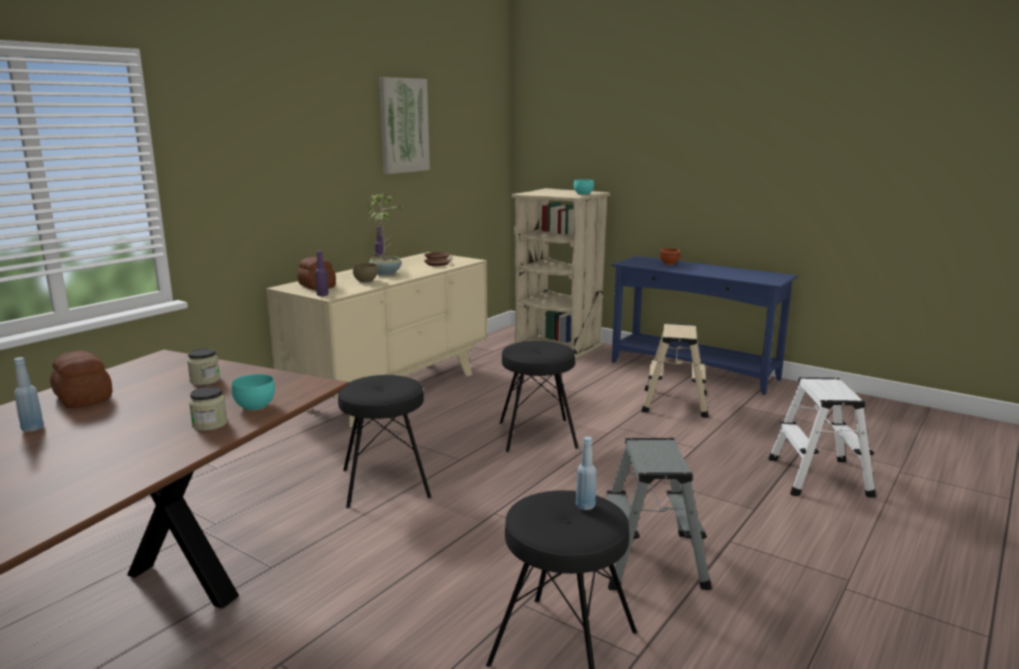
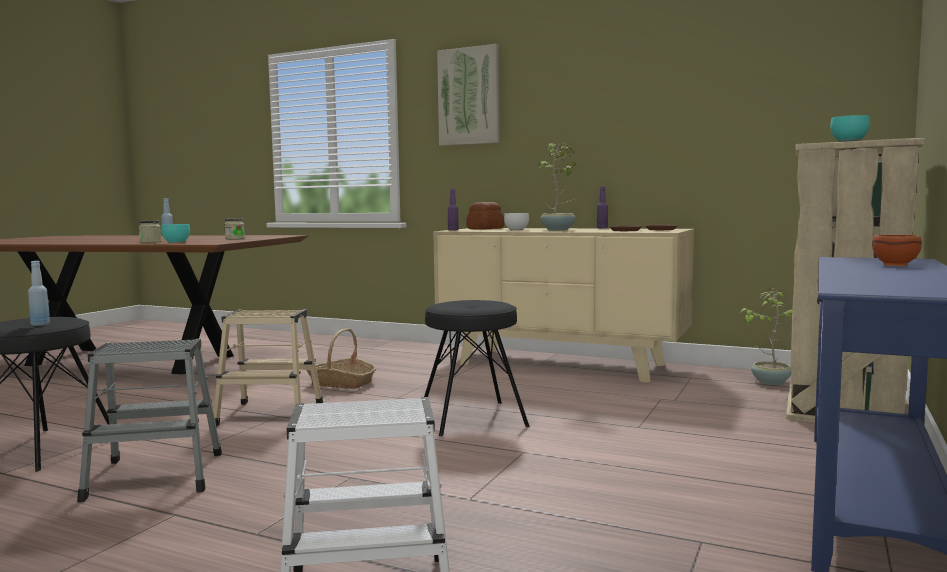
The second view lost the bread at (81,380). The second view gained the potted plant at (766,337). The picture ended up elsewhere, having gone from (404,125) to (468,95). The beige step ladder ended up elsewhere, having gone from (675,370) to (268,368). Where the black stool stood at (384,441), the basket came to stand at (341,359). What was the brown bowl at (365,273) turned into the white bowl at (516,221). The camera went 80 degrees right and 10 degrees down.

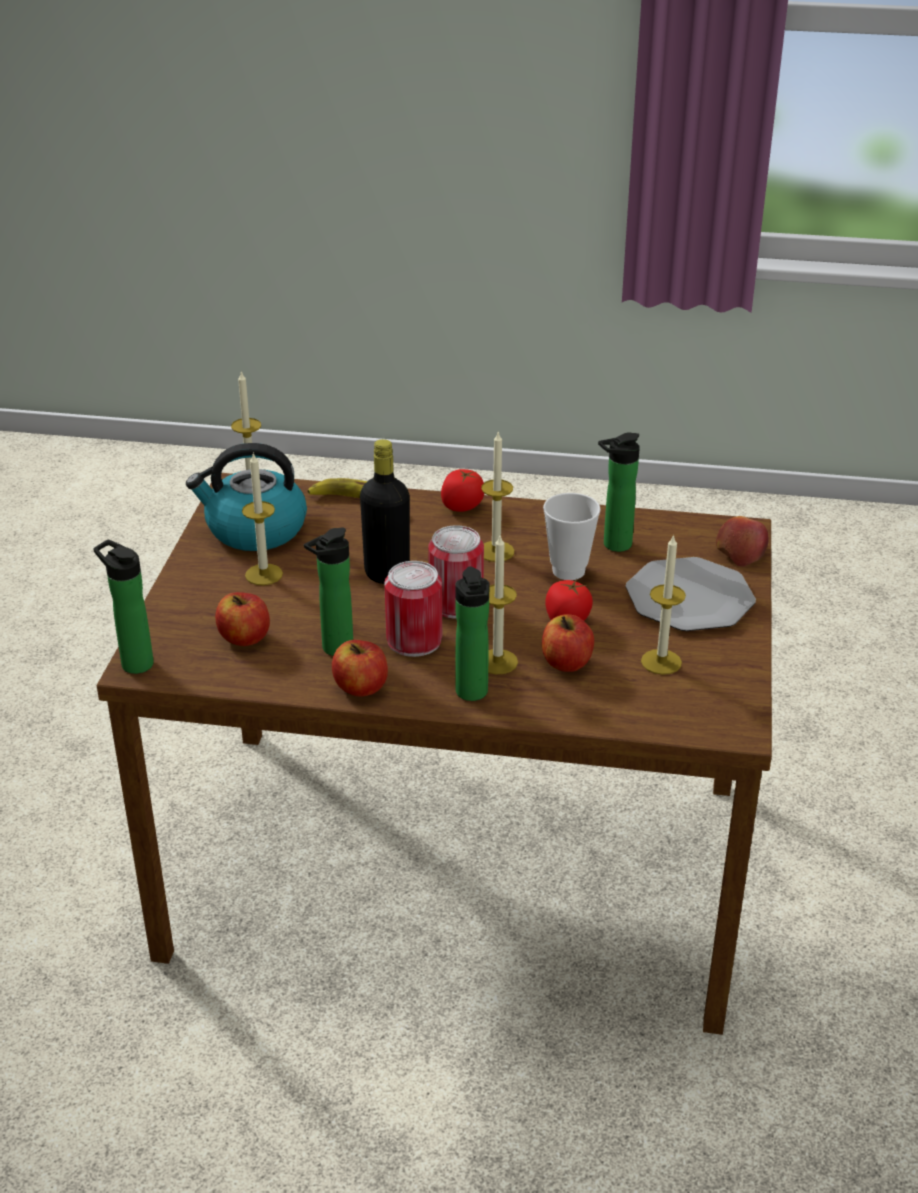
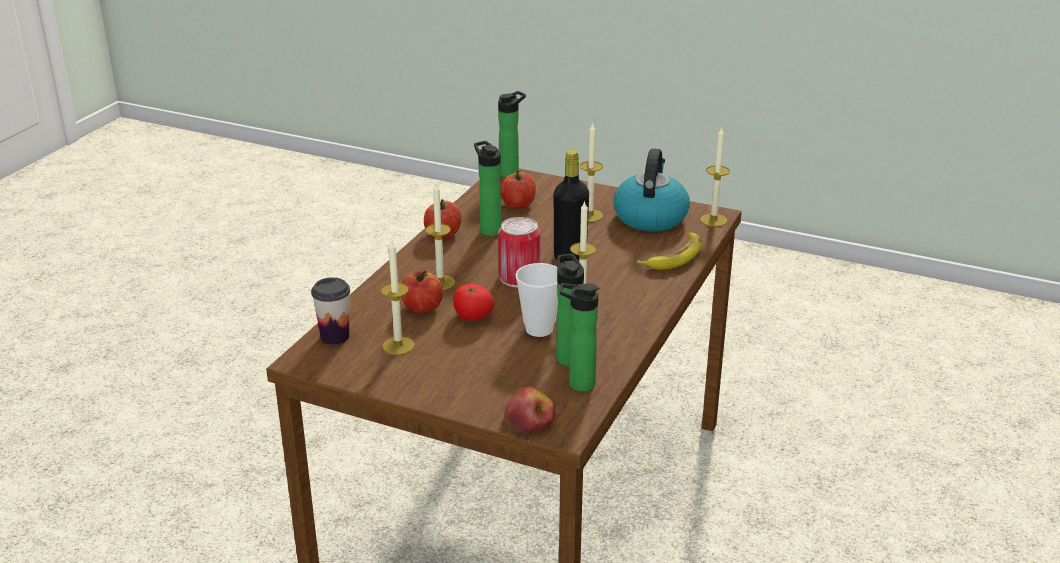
The second view lost the can at (413,609). The second view lost the tomato at (462,490). The second view lost the plate at (691,594). The second view gained the cup at (330,311). The bottle ended up elsewhere, having gone from (472,633) to (579,337). The camera went 105 degrees right and 5 degrees down.

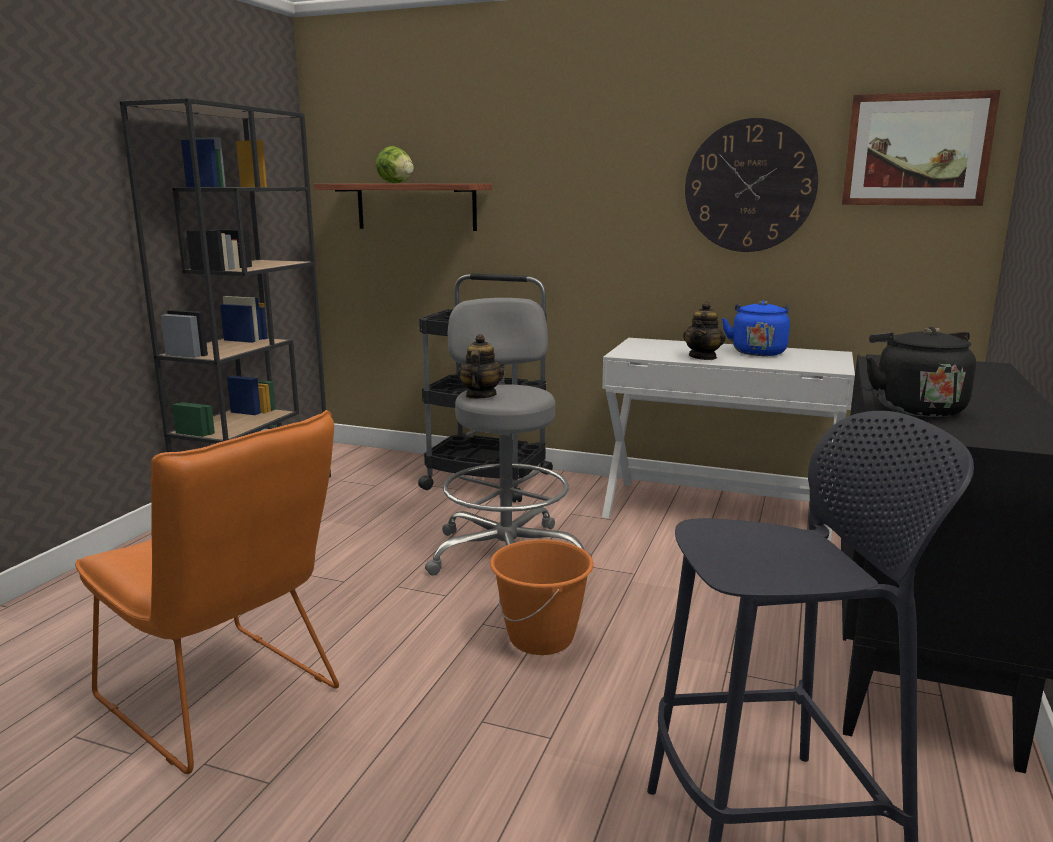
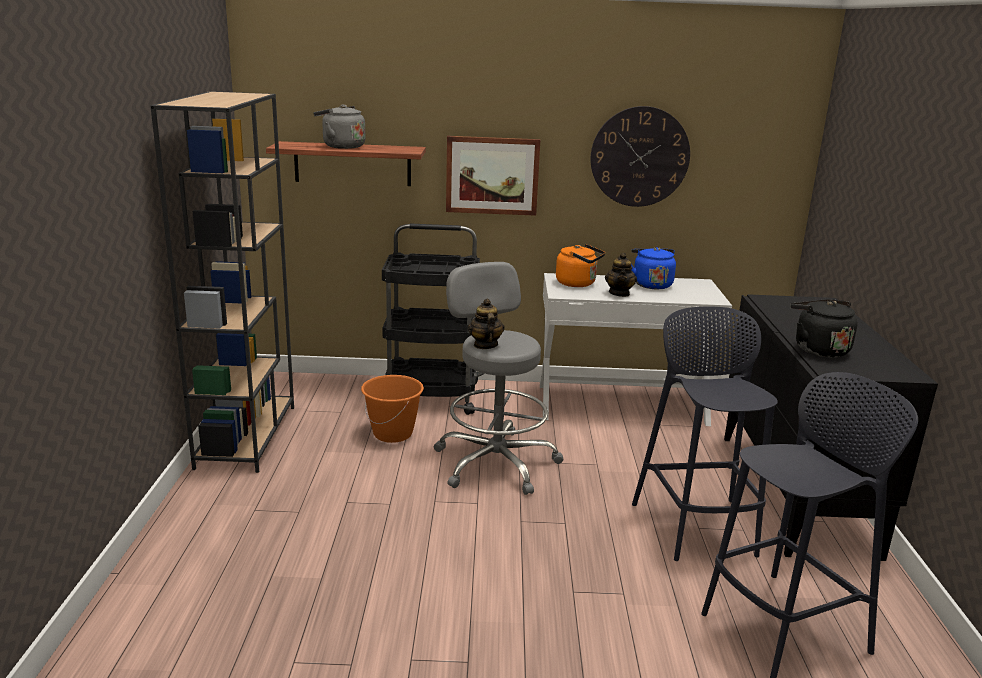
The second view lost the orange chair at (207,592). The second view gained the orange kettle at (580,265). The second view gained the grey stool at (705,434). The orange bucket ended up elsewhere, having gone from (542,597) to (392,409). The picture ended up elsewhere, having gone from (921,148) to (493,176). Where the lettuce stood at (395,164), the grey kettle came to stand at (339,127). The camera went 20 degrees left and 5 degrees up.

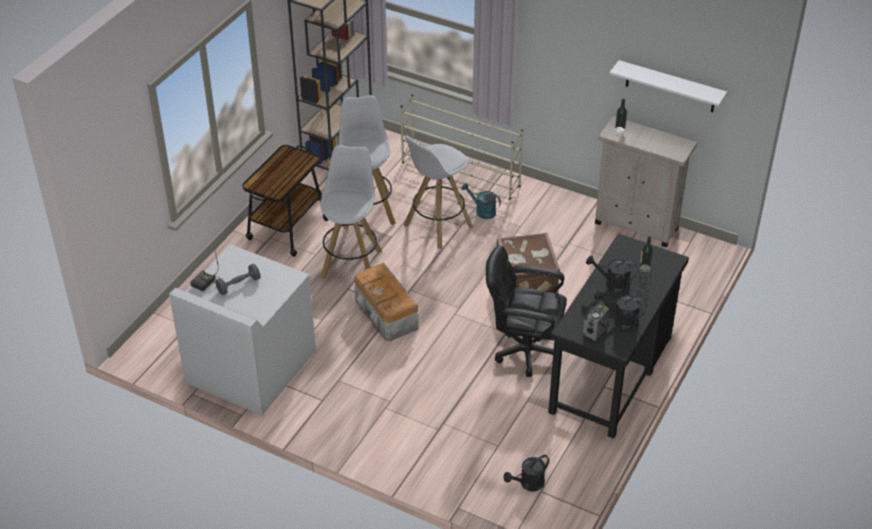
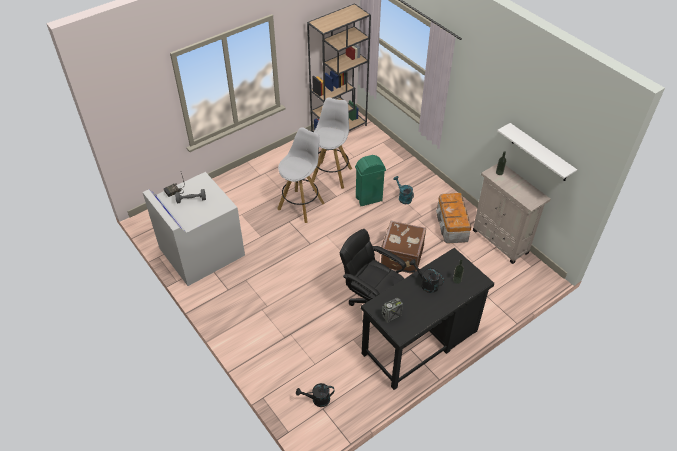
The second view lost the cart at (285,201). The second view lost the beige shoe rack at (462,146). The second view lost the black watering can at (620,310). The storage box ended up elsewhere, having gone from (386,302) to (453,218). Where the white stool stood at (438,192), the green trash can came to stand at (370,180). The camera went 25 degrees right and 5 degrees up.

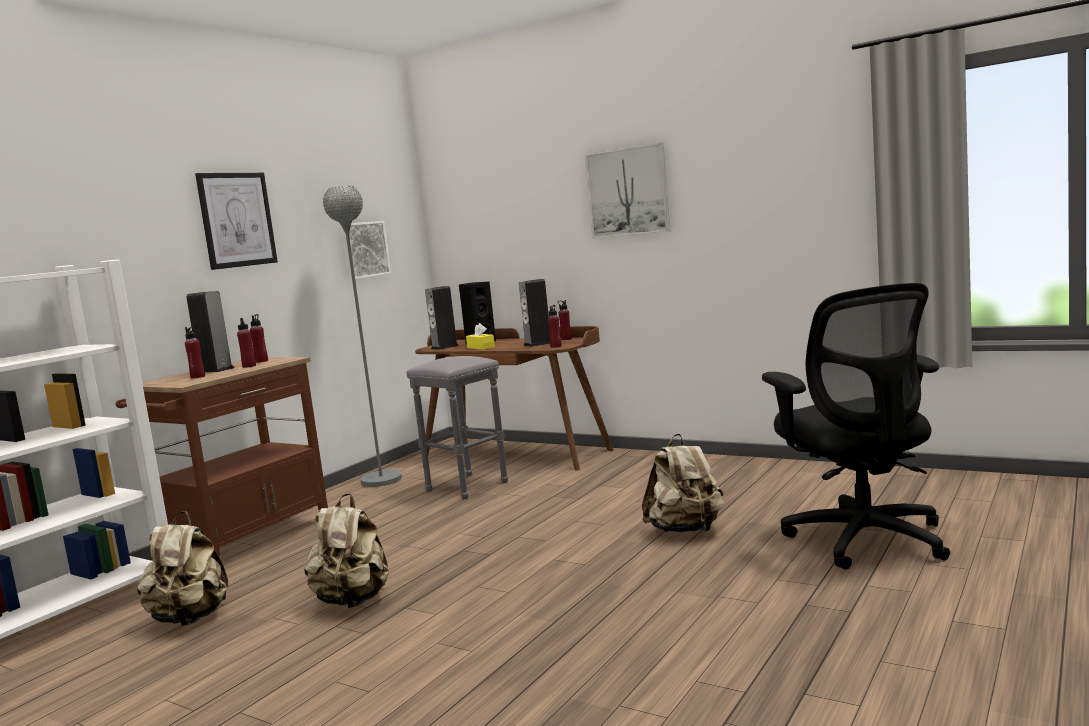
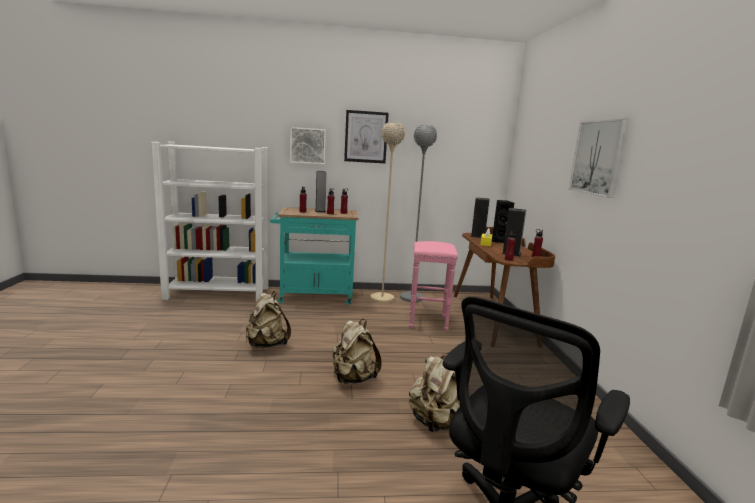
The second view gained the beige floor lamp at (387,213). The beige backpack ended up elsewhere, having gone from (182,568) to (357,351). The picture ended up elsewhere, having gone from (366,250) to (308,146). What was the brown cart at (222,456) turned into the turquoise cart at (314,256). What was the grey stool at (457,427) turned into the pink stool at (433,286). The camera went 50 degrees right and 5 degrees up.

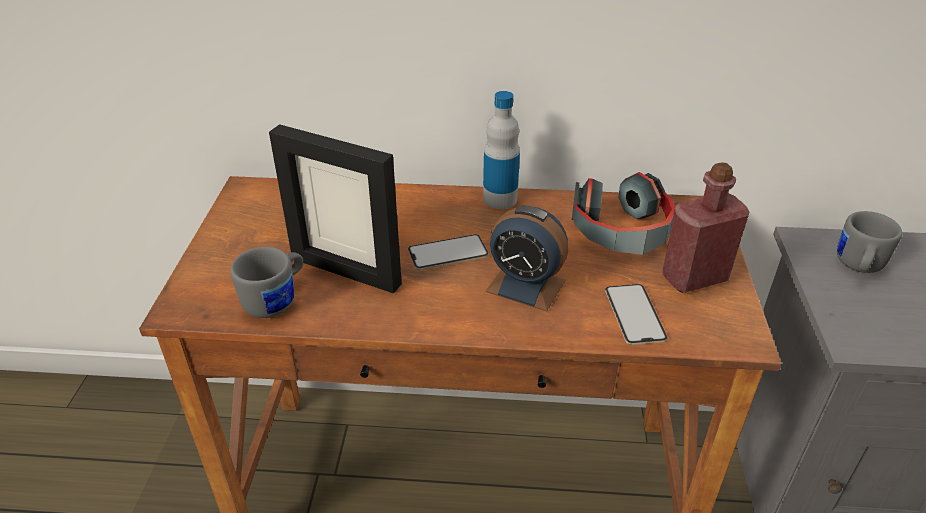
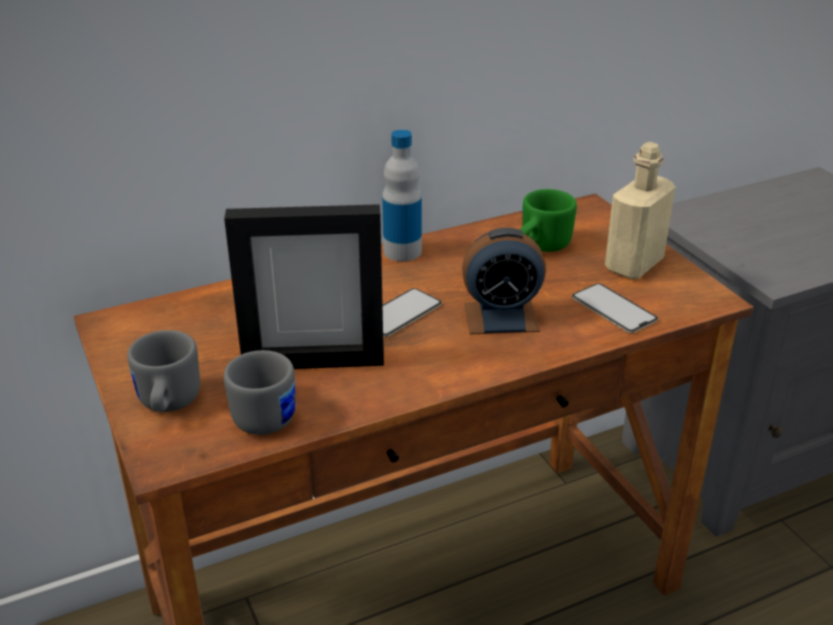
The grey mug ended up elsewhere, having gone from (869,242) to (163,371). Where the headphones stood at (623,213), the green mug came to stand at (549,220). What was the red bottle at (706,227) turned into the beige bottle at (640,210). The camera went 30 degrees left and 5 degrees down.

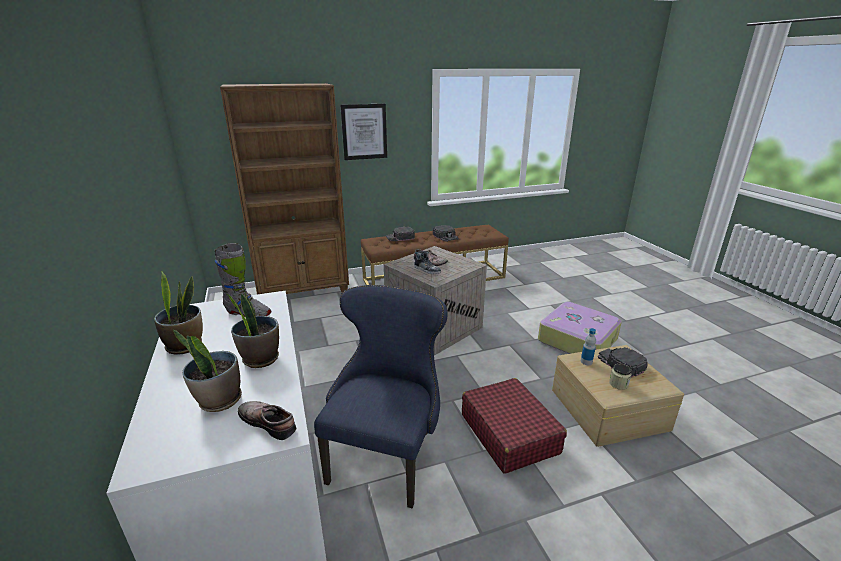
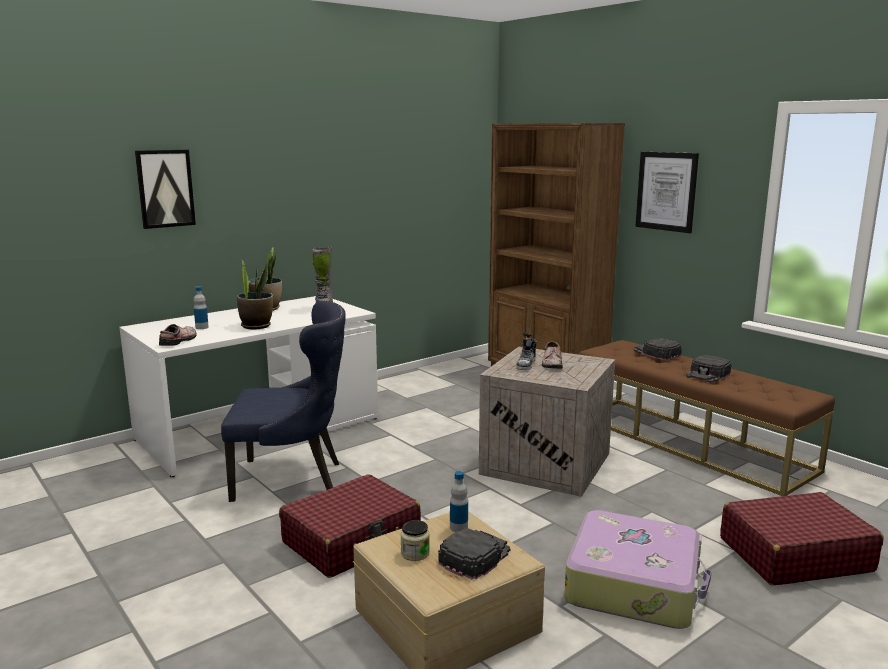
The second view gained the picture at (165,189). The second view gained the red suitcase at (802,538). Where the potted plant stood at (207,371), the bottle came to stand at (201,307). The camera went 70 degrees right and 10 degrees down.

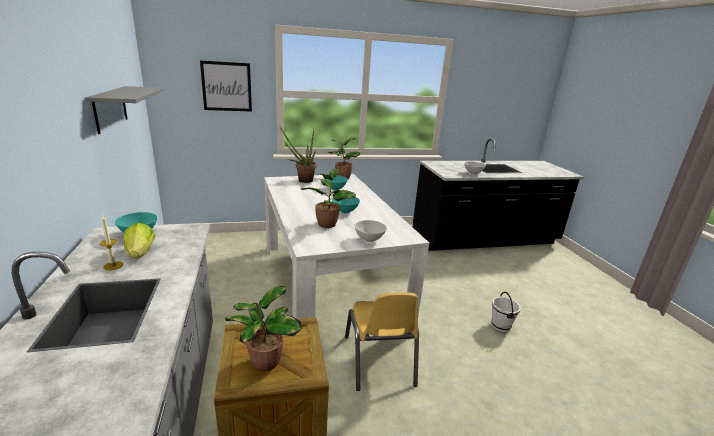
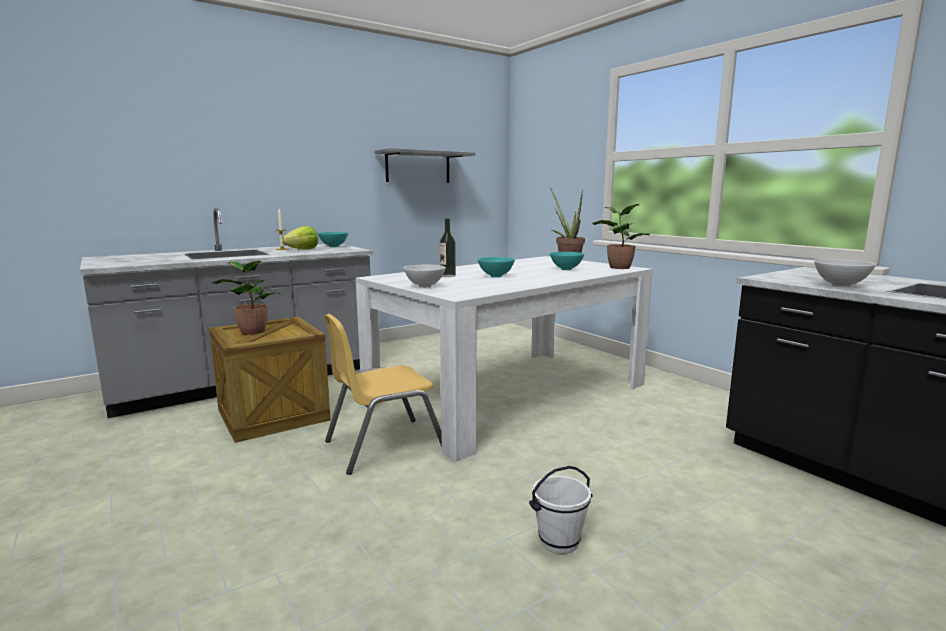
The second view lost the picture at (226,85). Where the potted plant stood at (328,198), the bottle came to stand at (448,247). The camera went 70 degrees right and 10 degrees down.

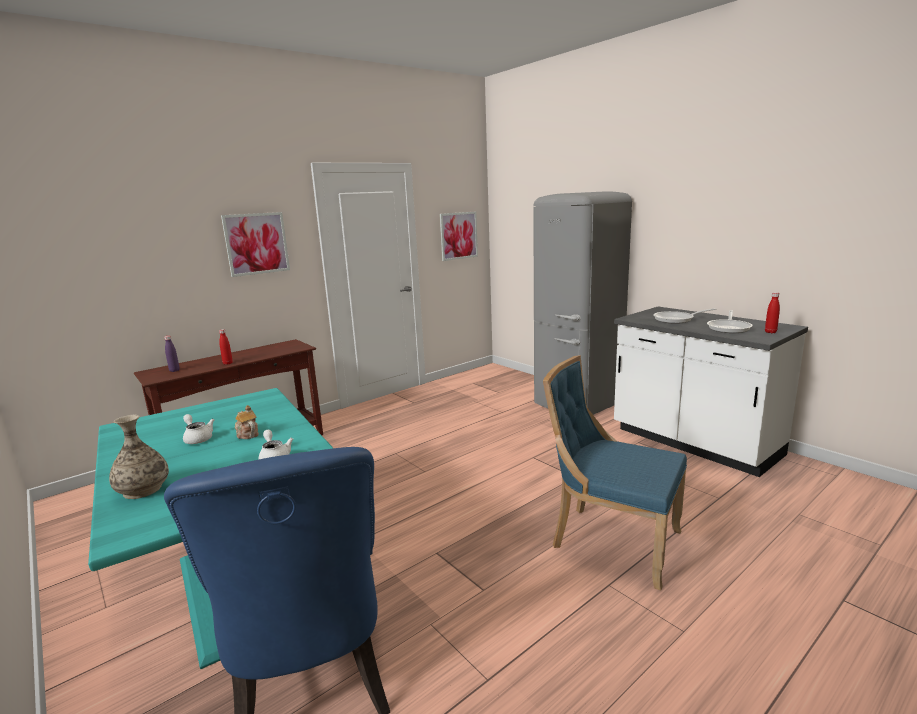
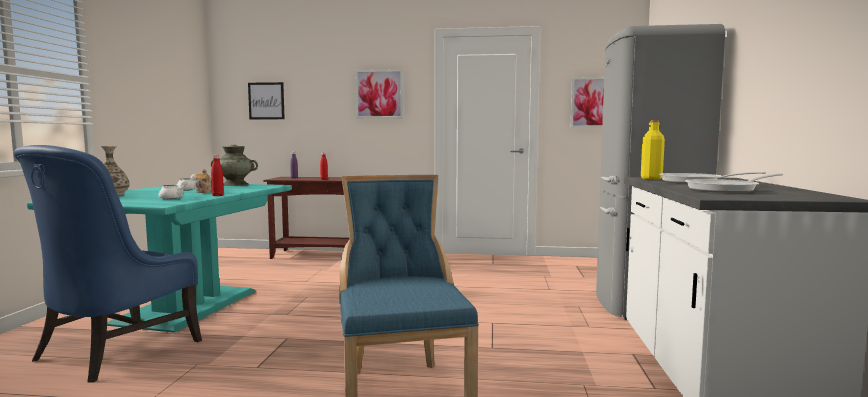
The second view gained the turquoise vase at (234,165). The second view gained the picture at (266,100). The second view gained the yellow bottle at (653,150). The red bottle ended up elsewhere, having gone from (772,312) to (217,175). The camera went 45 degrees right and 10 degrees down.

